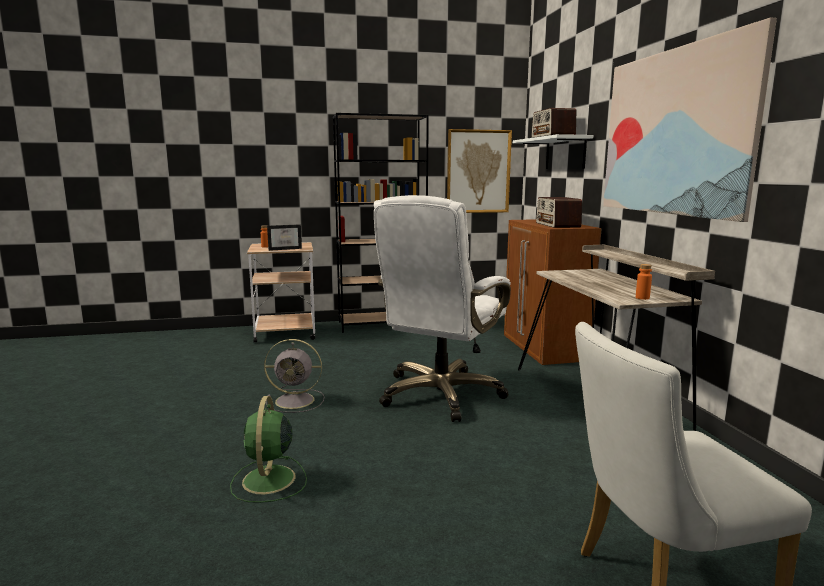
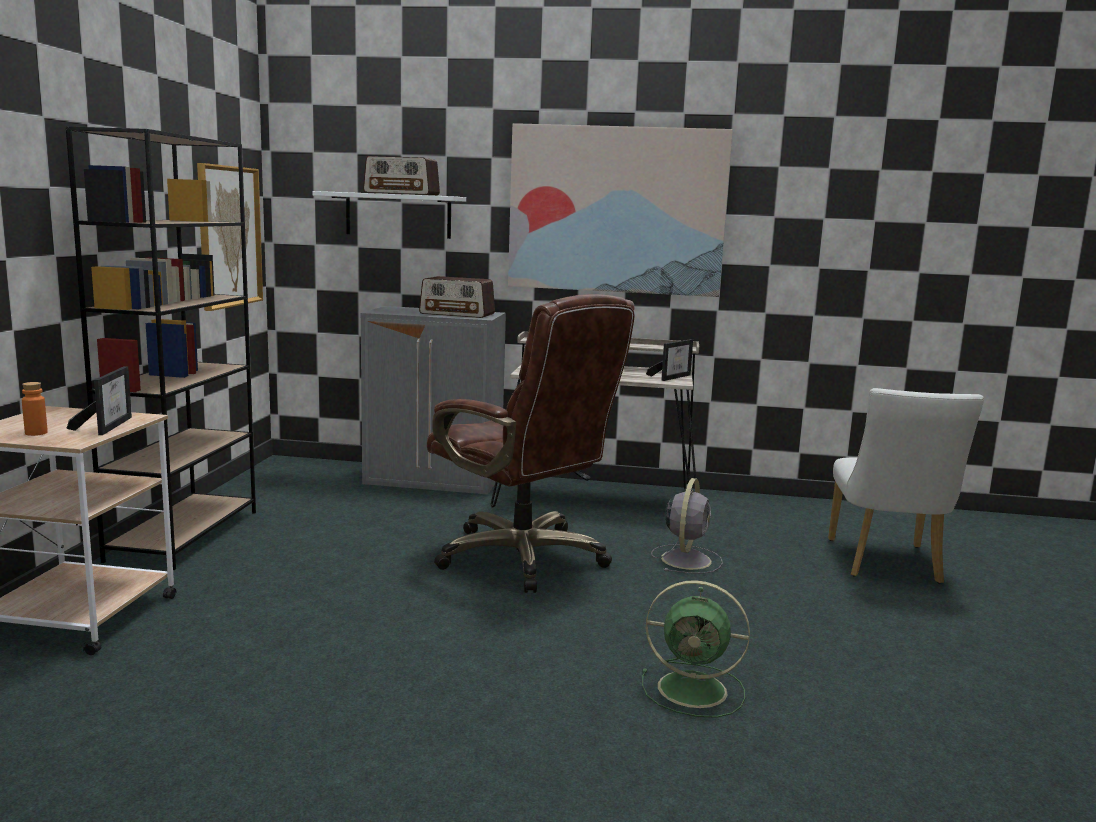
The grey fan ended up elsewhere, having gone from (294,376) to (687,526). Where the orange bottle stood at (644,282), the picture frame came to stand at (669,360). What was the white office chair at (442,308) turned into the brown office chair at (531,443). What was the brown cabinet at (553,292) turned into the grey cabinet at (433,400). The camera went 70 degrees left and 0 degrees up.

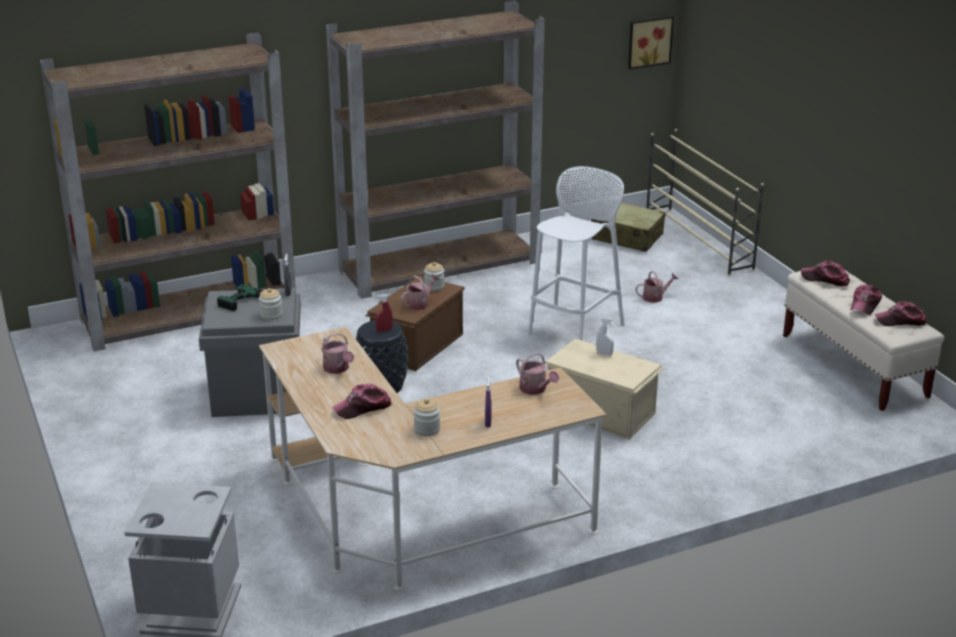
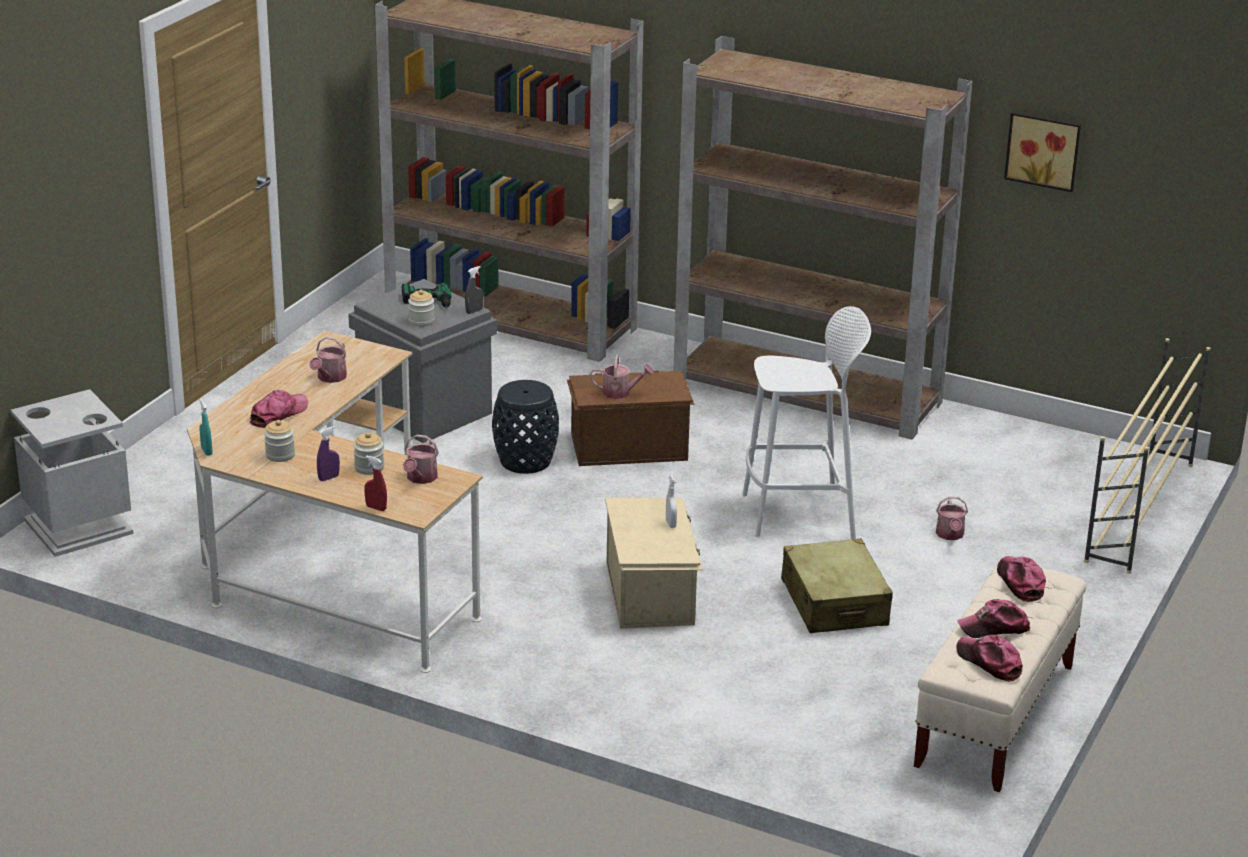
The second view gained the turquoise spray bottle at (206,427). The red spray bottle ended up elsewhere, having gone from (384,313) to (376,483). The jar ended up elsewhere, having gone from (434,276) to (369,453). The beige suitcase ended up elsewhere, having gone from (628,226) to (837,586). The picture ended up elsewhere, having gone from (651,42) to (1042,152). The cap at (362,401) ended up facing another way, 105 degrees clockwise from before. The watering can at (657,287) ended up facing another way, 60 degrees clockwise from before. The camera went 50 degrees right and 0 degrees up.

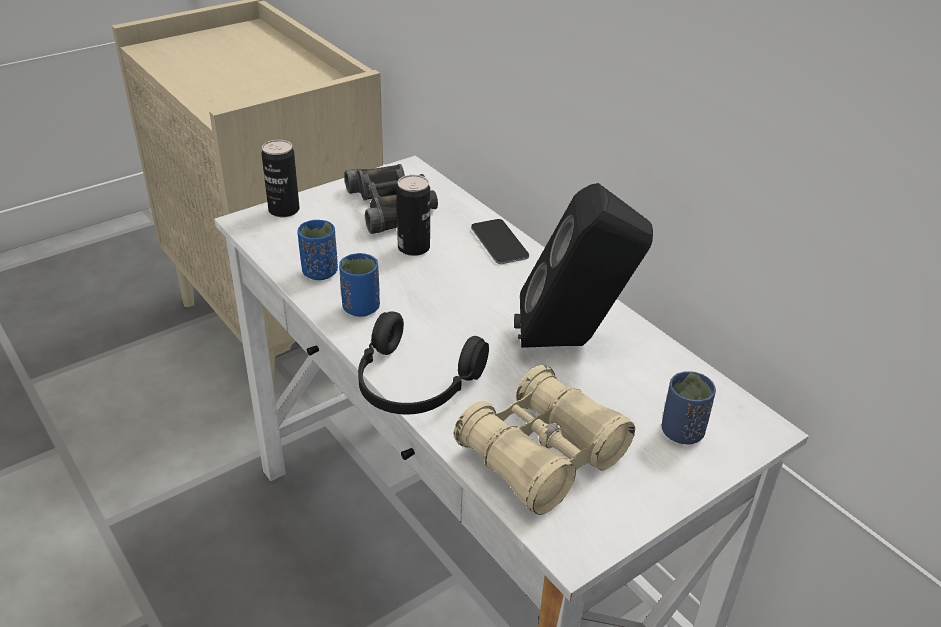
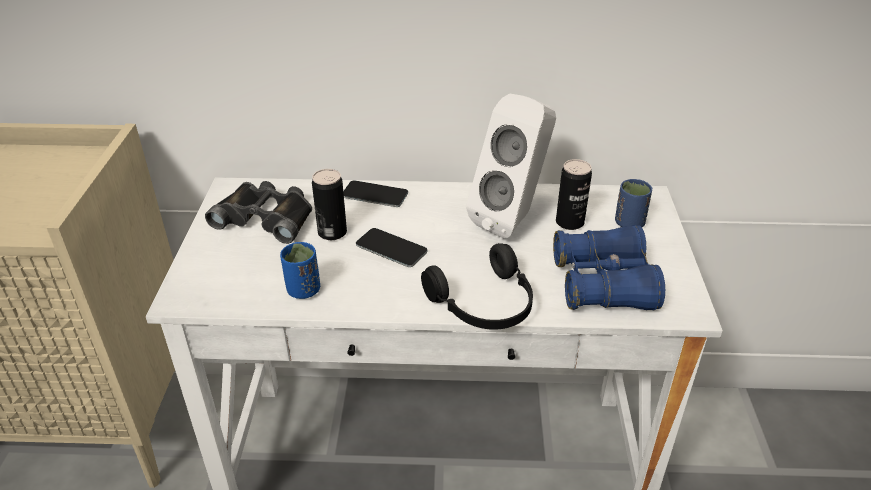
The second view lost the blue cup at (359,285). The second view gained the phone at (391,247). The can ended up elsewhere, having gone from (280,179) to (574,194). What was the beige binoculars at (544,440) turned into the blue binoculars at (609,267). What was the black speaker at (583,265) turned into the white speaker at (511,165). The camera went 50 degrees left and 0 degrees up.

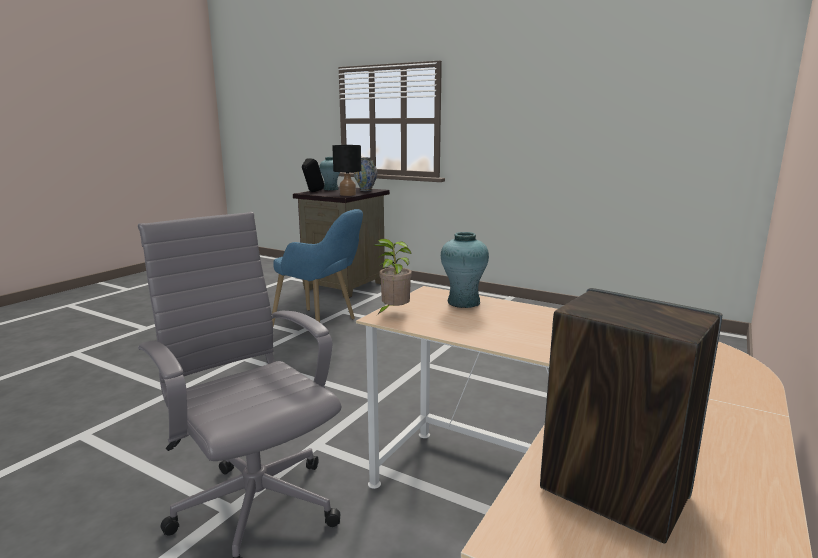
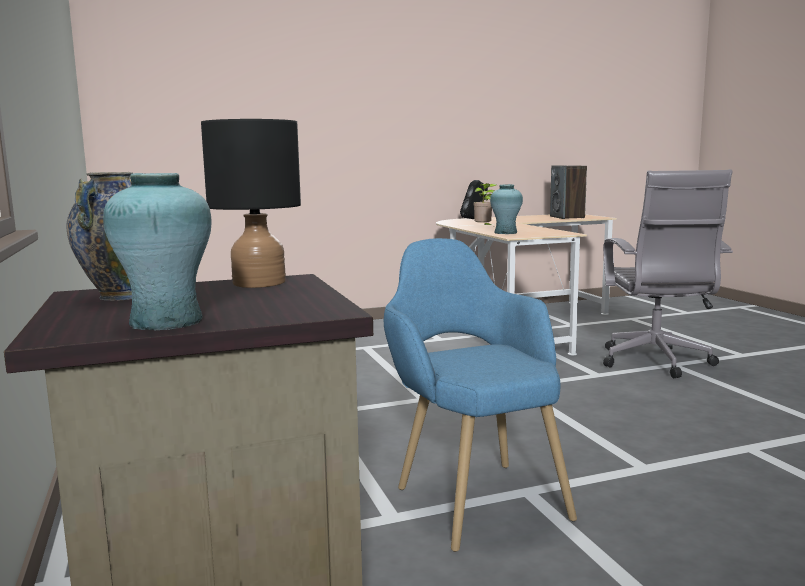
The black speaker ended up elsewhere, having gone from (313,175) to (474,199). The potted plant ended up elsewhere, having gone from (393,277) to (485,204). The camera went 140 degrees left and 5 degrees down.

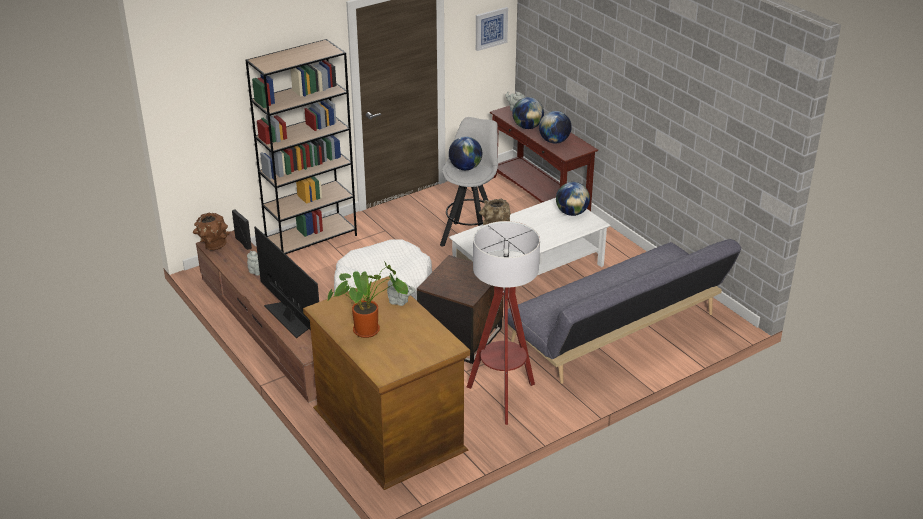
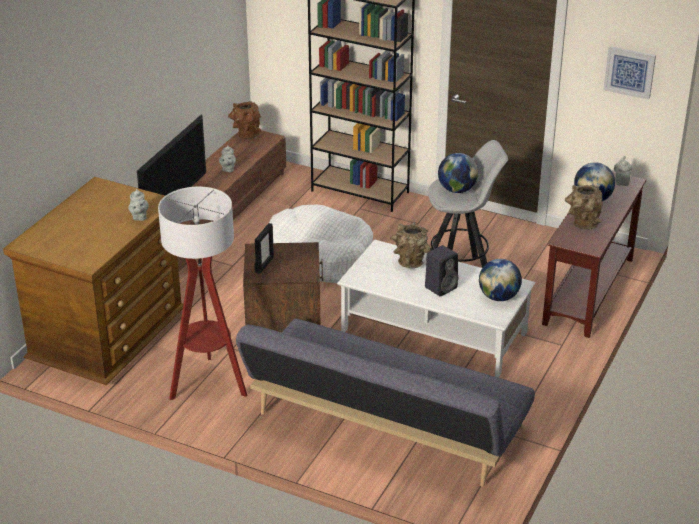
The second view lost the potted plant at (368,300). The second view gained the black speaker at (441,271). The picture frame ended up elsewhere, having gone from (242,230) to (264,248). Where the globe stood at (555,127), the brown vase came to stand at (584,207). The camera went 60 degrees right and 0 degrees up.

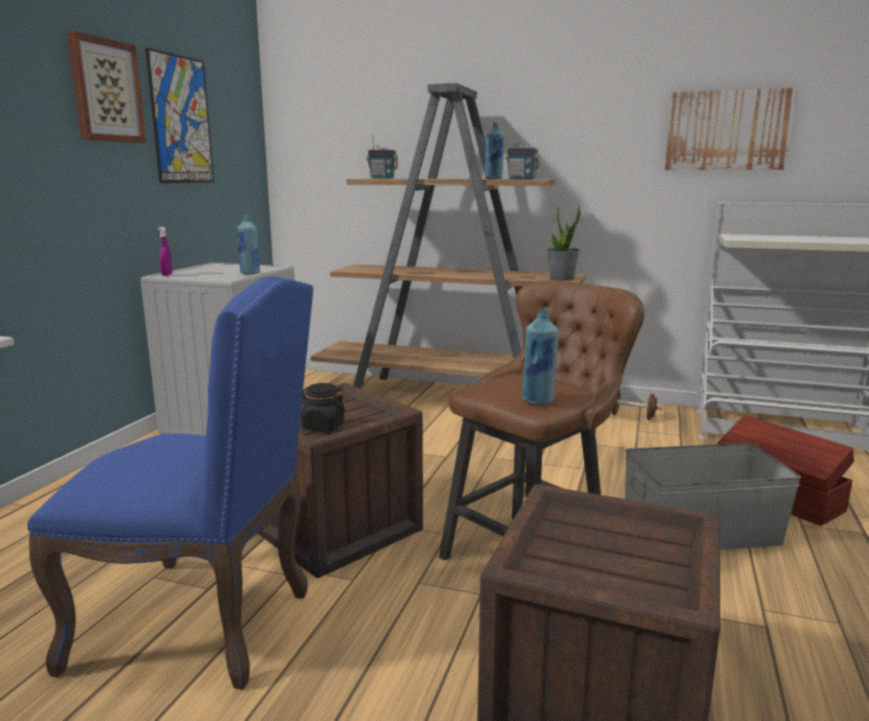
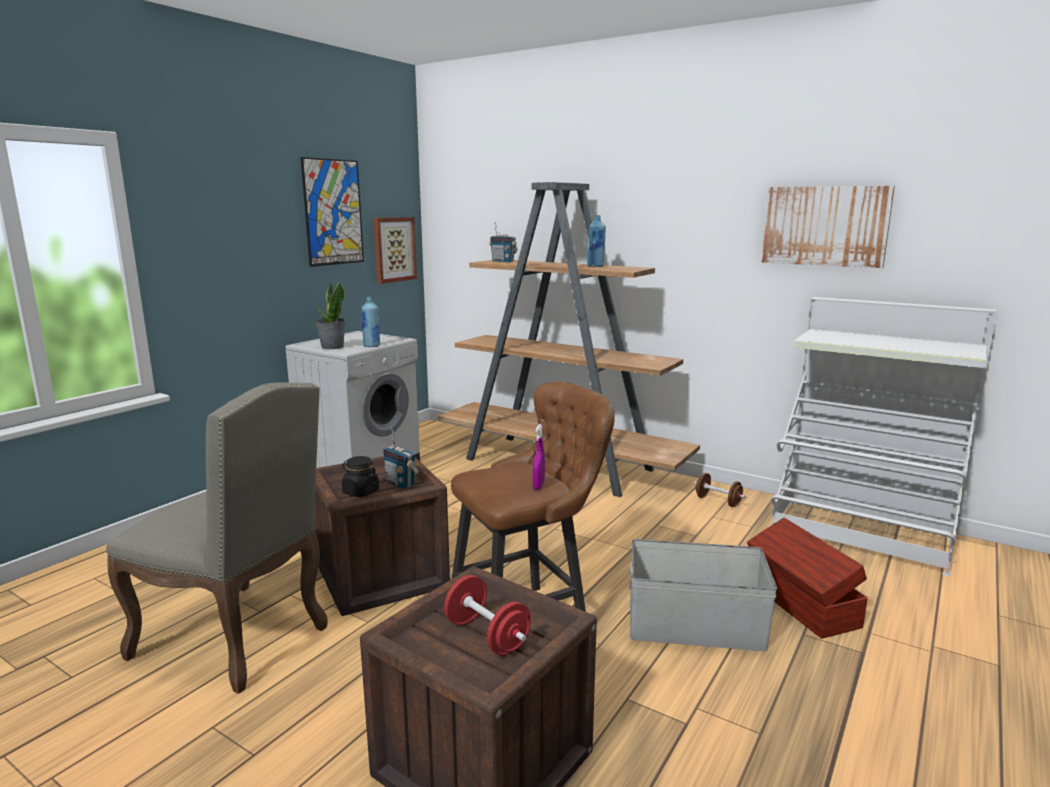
The second view lost the blue bottle at (540,357). The second view gained the red dumbbell at (487,615). The picture ended up elsewhere, having gone from (106,87) to (395,250). The purple spray bottle ended up elsewhere, having gone from (165,251) to (539,457). The radio ended up elsewhere, having gone from (522,155) to (401,458). The potted plant ended up elsewhere, having gone from (563,243) to (330,315). What was the blue chair at (170,483) turned into the grey chair at (217,538). The camera went 15 degrees right and 0 degrees up.

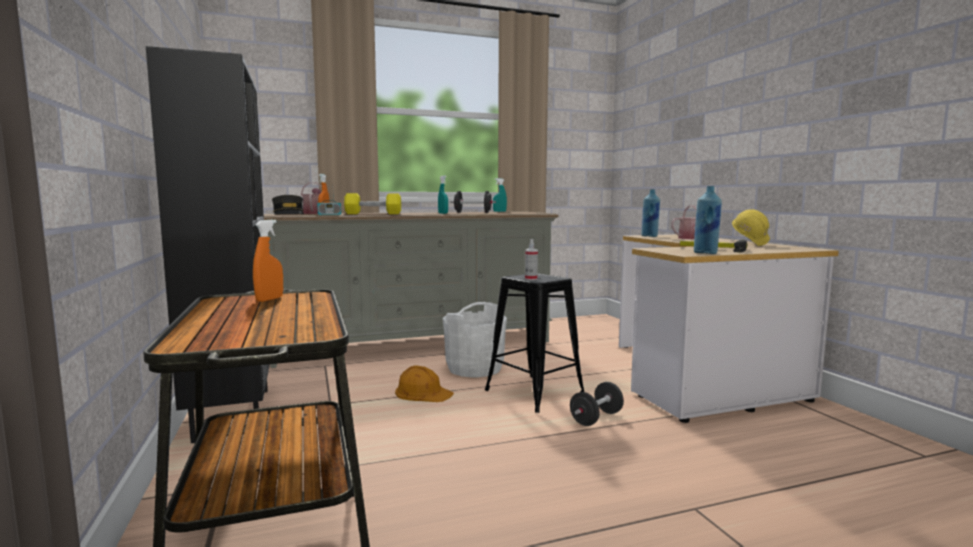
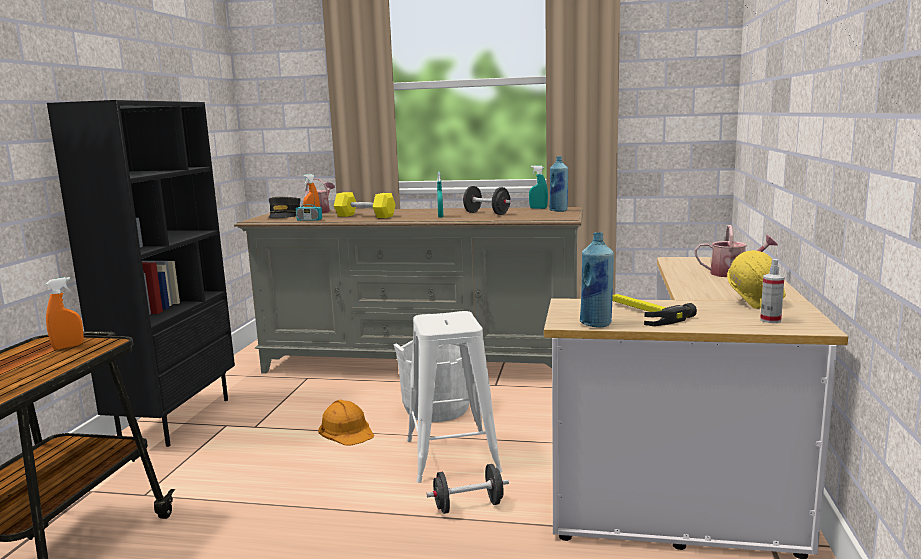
The spray bottle ended up elsewhere, having gone from (531,260) to (772,291). The blue bottle ended up elsewhere, having gone from (651,213) to (558,184). What was the black stool at (534,343) turned into the white stool at (454,397). The camera went 30 degrees right and 5 degrees up.

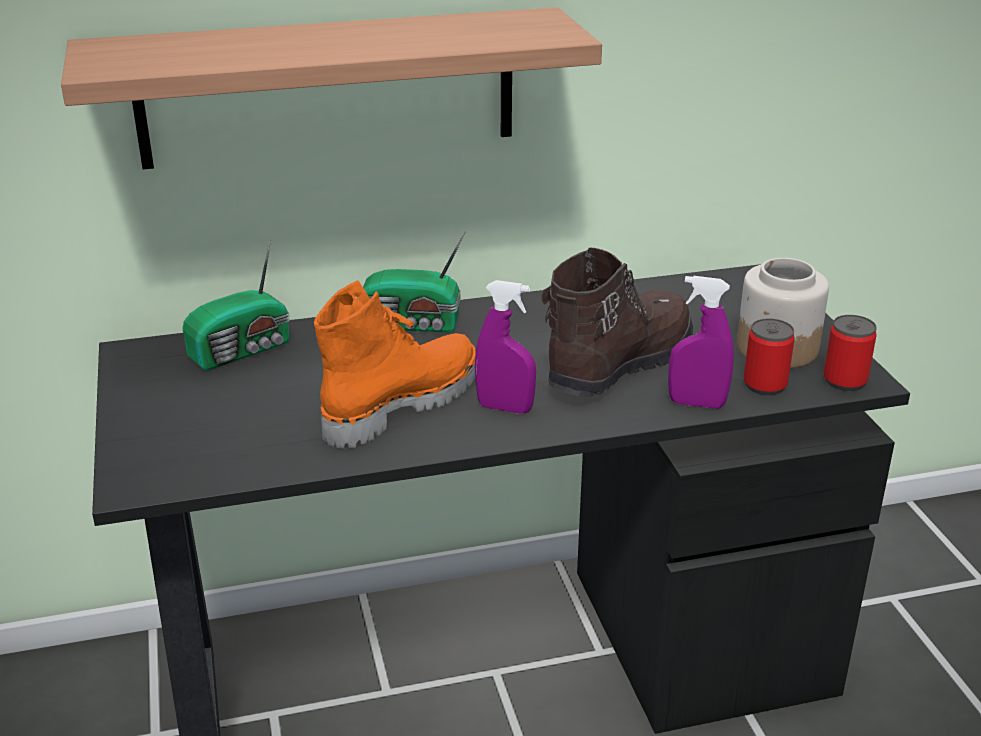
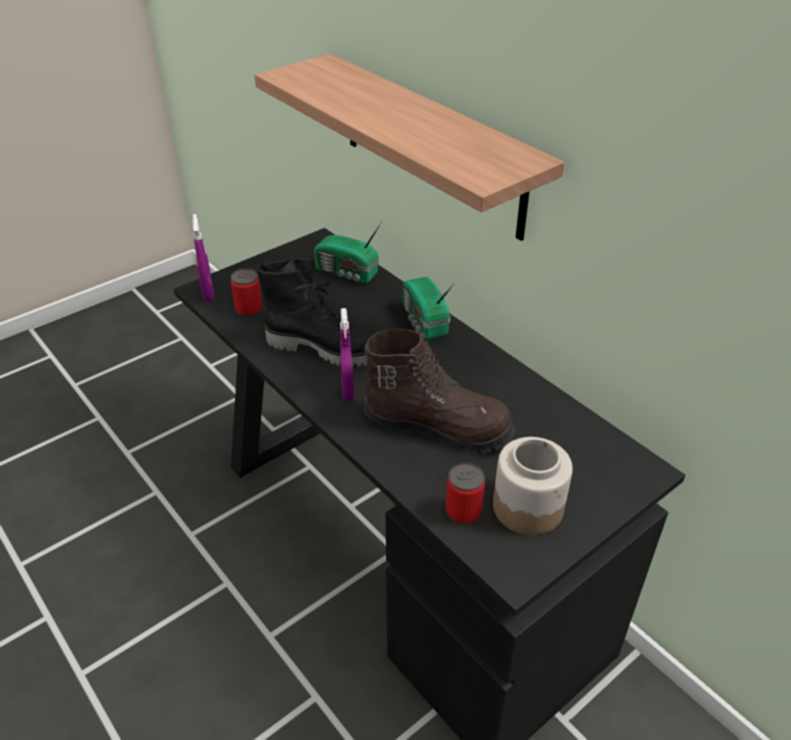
The purple spray bottle ended up elsewhere, having gone from (701,342) to (203,258). The can ended up elsewhere, having gone from (850,353) to (246,292). What was the orange boot at (395,364) turned into the black boot at (316,313). The camera went 65 degrees right and 10 degrees up.

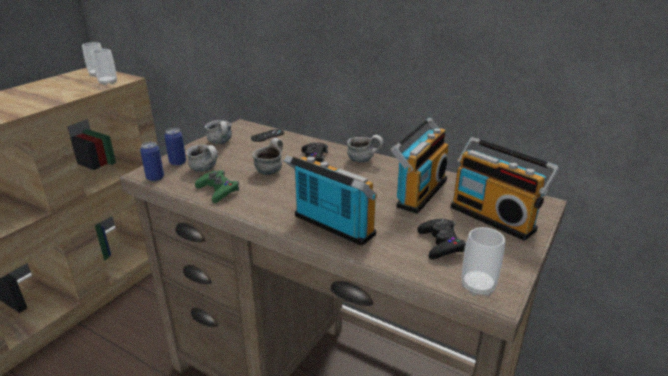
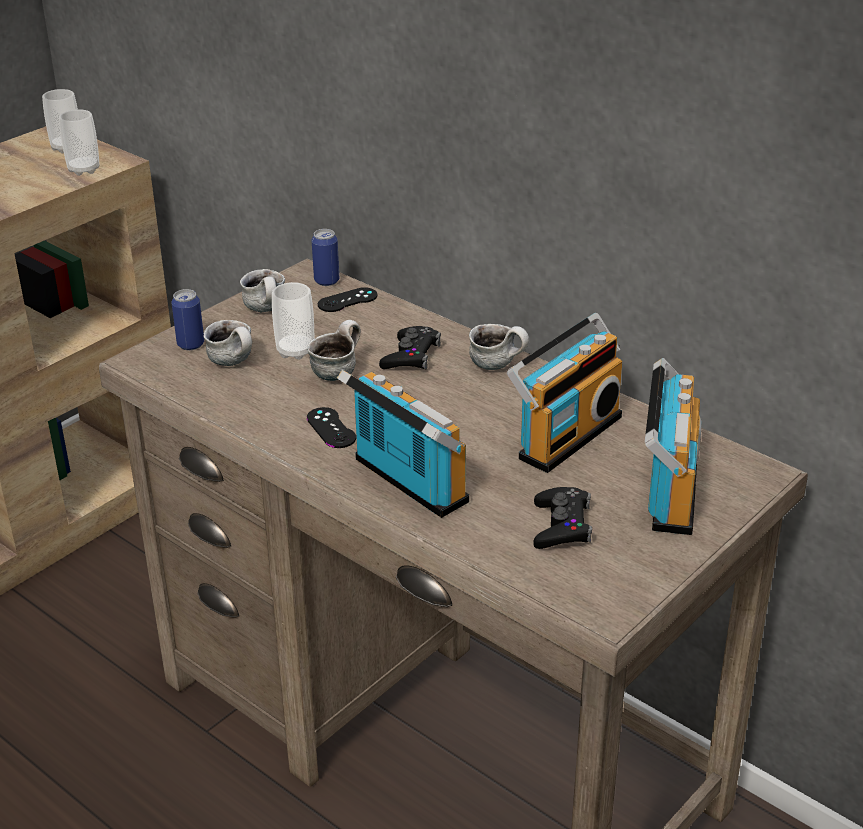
The second view lost the green game controller at (217,186). The second view gained the black game controller at (331,427). The can ended up elsewhere, having gone from (152,161) to (325,257). The cup ended up elsewhere, having gone from (483,261) to (293,321). The radio at (504,189) ended up facing another way, 135 degrees counterclockwise from before. The camera went 10 degrees right and 5 degrees up.

